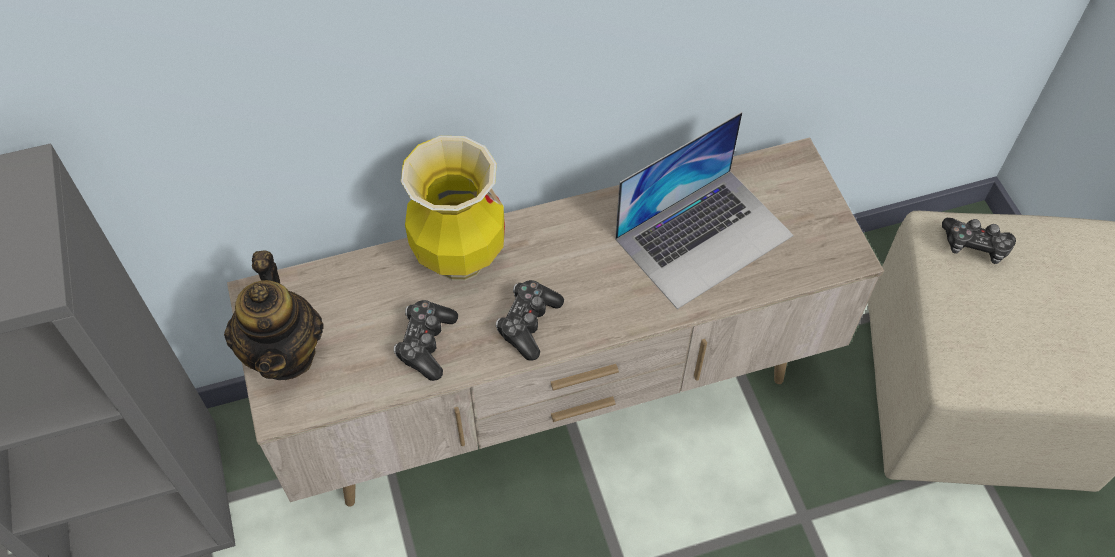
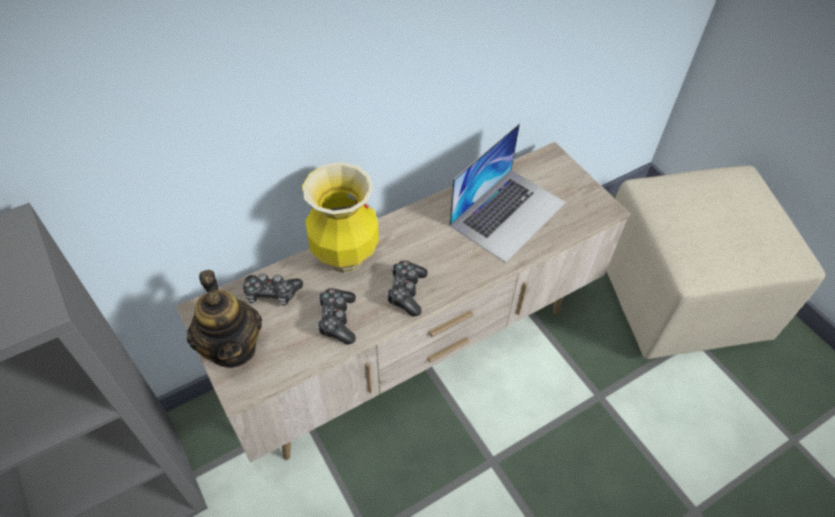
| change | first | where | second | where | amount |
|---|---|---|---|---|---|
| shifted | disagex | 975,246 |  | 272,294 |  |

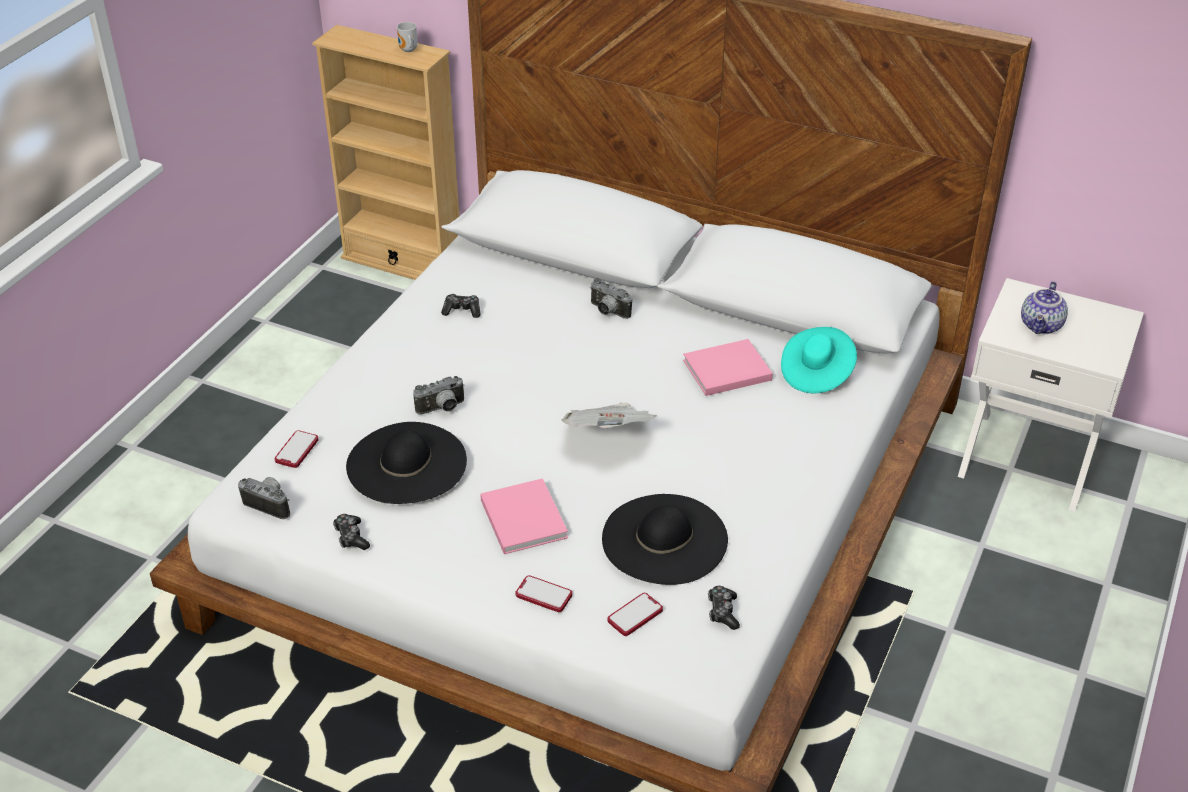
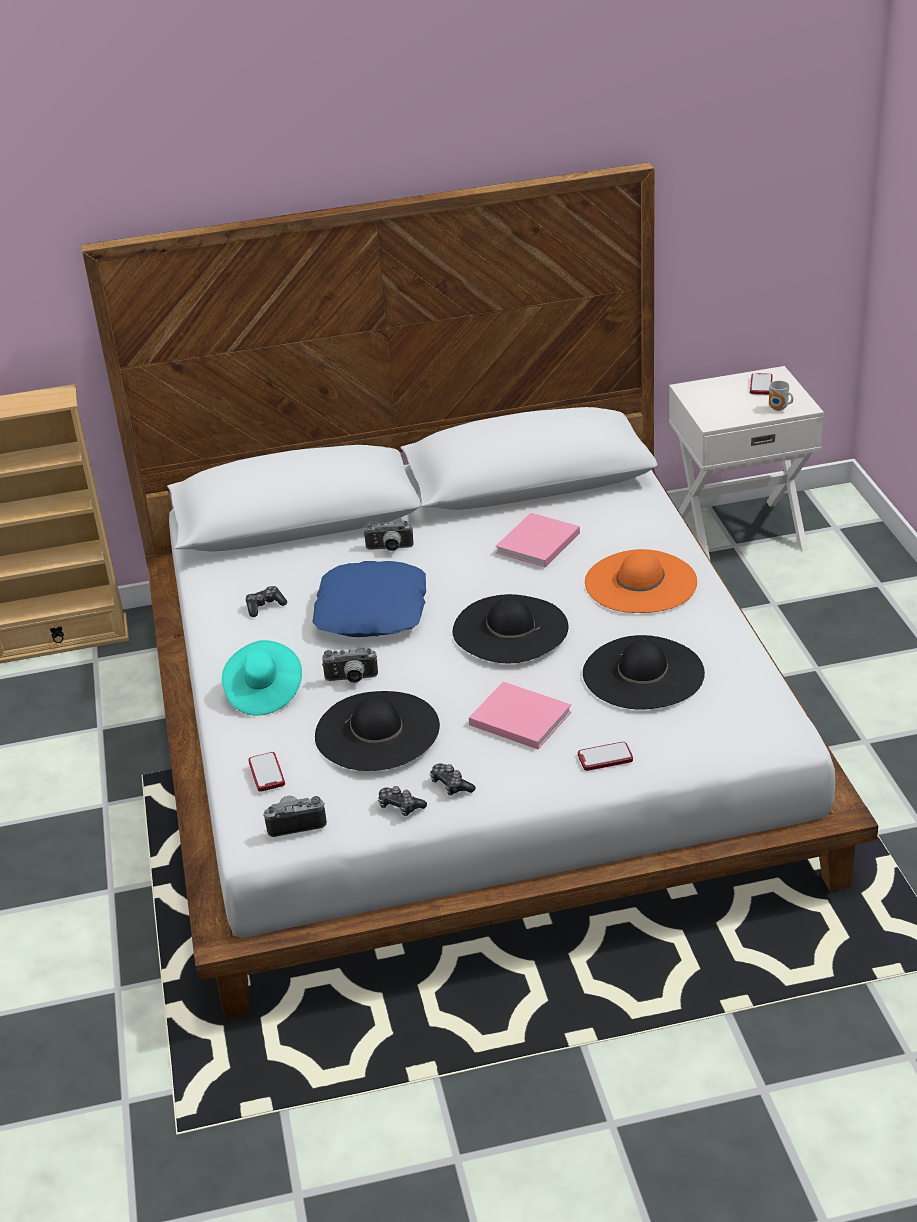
| change | first | where | second | where | amount |
|---|---|---|---|---|---|
| gone | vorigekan | 1042,326 |  |  |  |
| new |  |  | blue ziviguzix | 373,611 |  |
| new |  |  | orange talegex | 641,582 |  |
| shifted | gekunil | 408,50 |  | 779,409 |  |
| shifted | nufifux | 635,615 |  | 761,385 |  |
| shifted | disagex | 723,612 |  | 451,785 |  |
| shifted | turquoise talegex | 816,373 |  | 264,692 |  |
| swapped | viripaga | 609,435 | black talegex | 510,629 |  |
| rotated | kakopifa | 442,409 |  | 351,680 | 60 degrees clockwise |

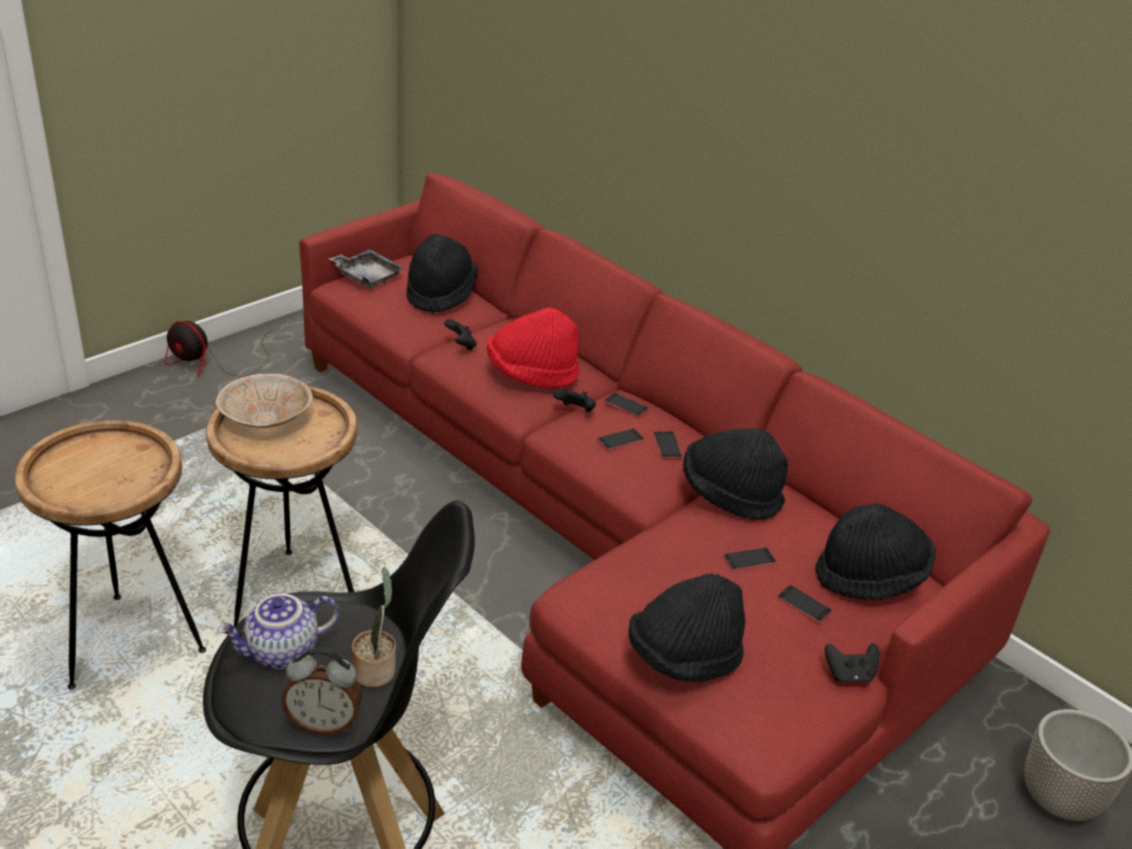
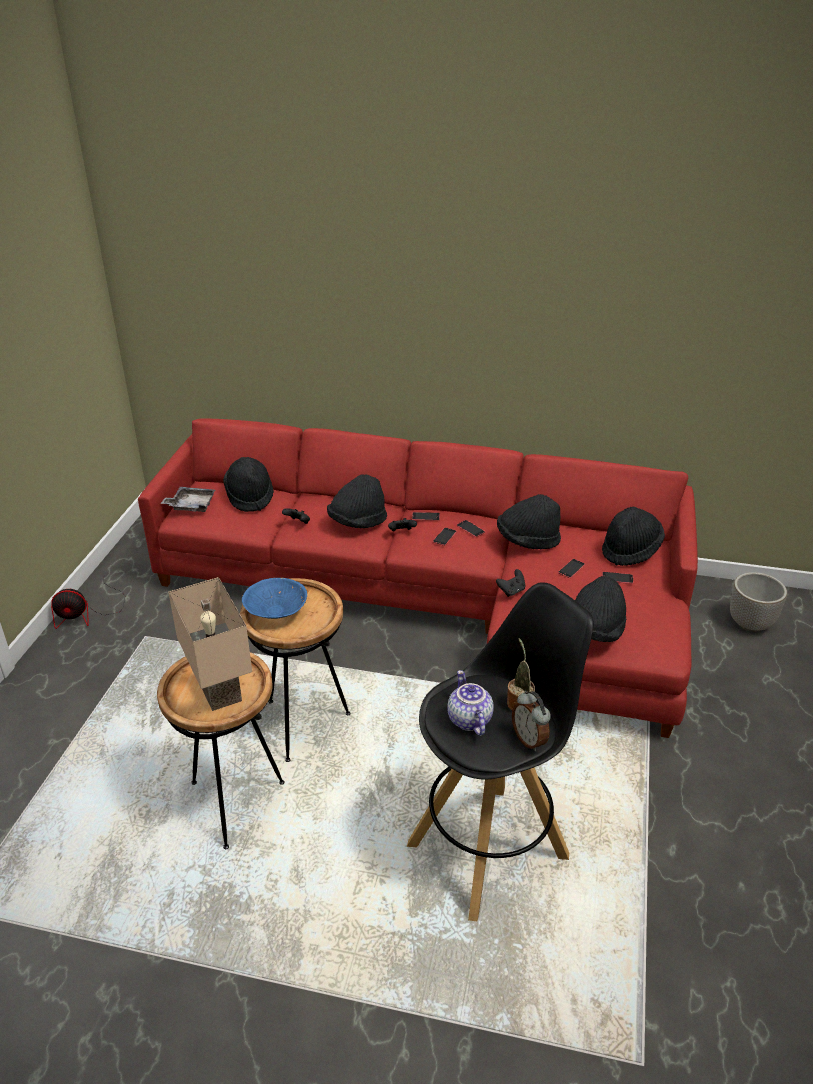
| change | first | where | second | where | amount |
|---|---|---|---|---|---|
| new |  |  | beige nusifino | 222,690 |  |
| shifted | black disagex | 849,675 |  | 511,591 |  |
| repainted | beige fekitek | 267,419 | blue fekitek | 276,611 |  |
| repainted | red talegex | 531,374 | black talegex | 357,522 |  |
| rotated | vorigekan | 282,653 |  | 468,719 | 135 degrees clockwise |
| rotated | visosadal | 324,723 |  | 529,740 | 90 degrees clockwise |

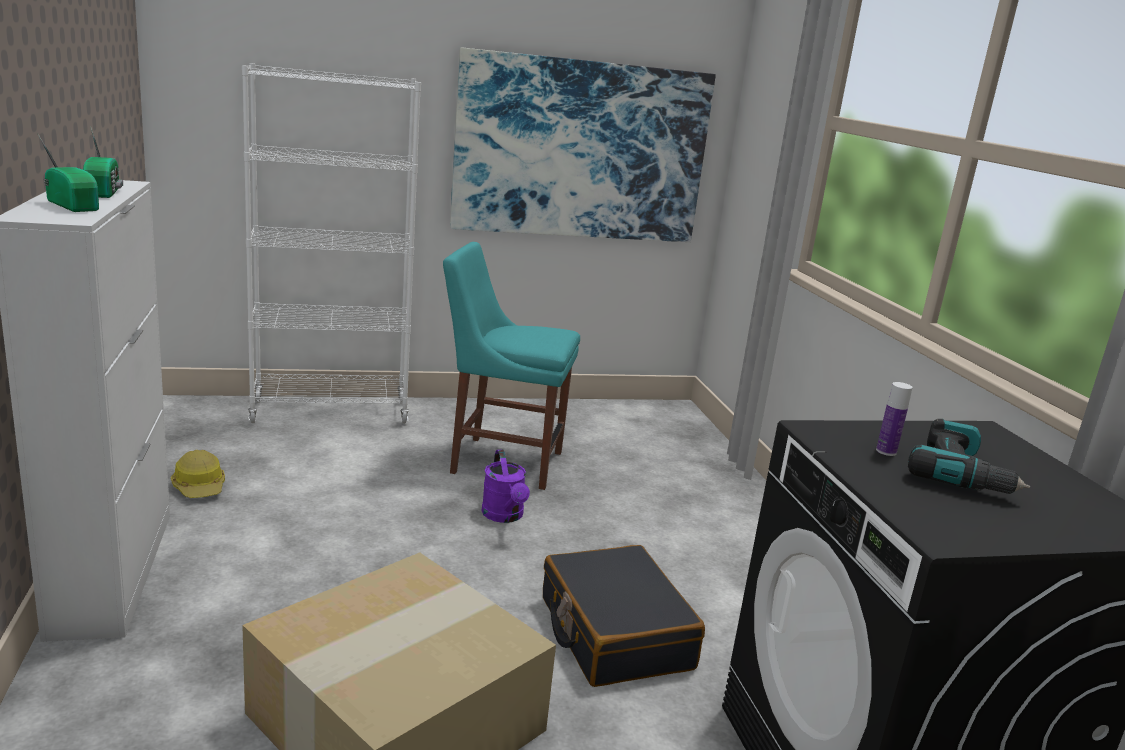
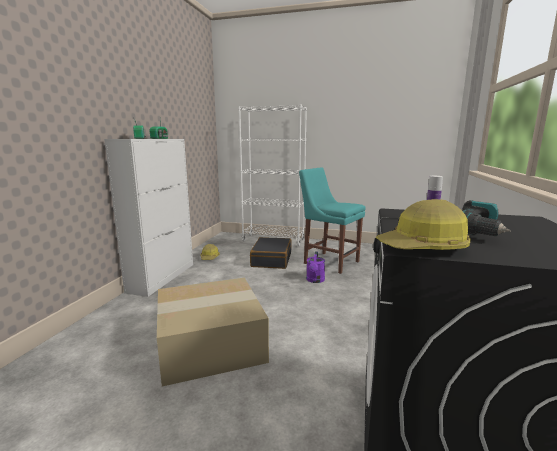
| change | first | where | second | where | amount |
|---|---|---|---|---|---|
| gone | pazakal | 581,150 |  |  |  |
| new |  |  | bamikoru | 423,248 |  |
| shifted | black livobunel | 614,633 |  | 271,259 |  |

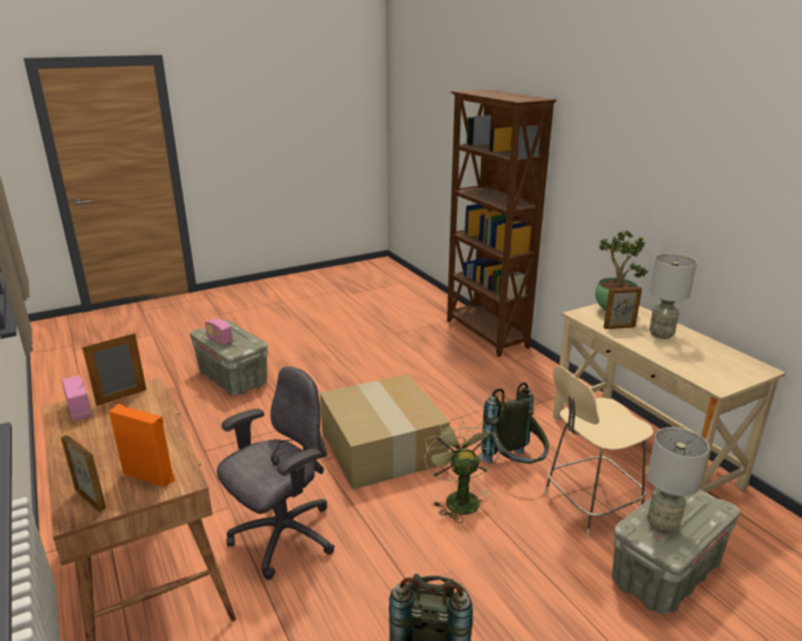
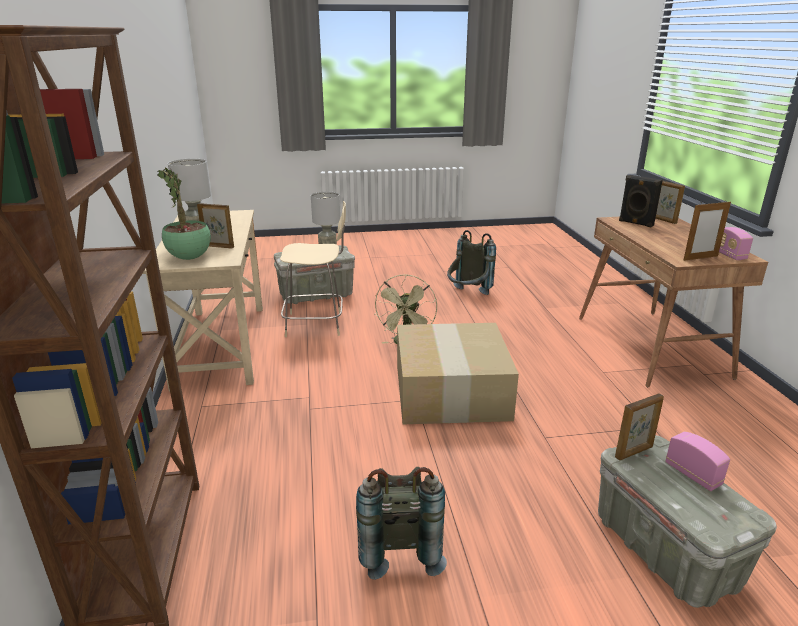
| change | first | where | second | where | amount |
|---|---|---|---|---|---|
| gone | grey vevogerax | 282,537 |  |  |  |
| new |  |  | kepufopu | 634,452 |  |
| shifted | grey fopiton | 515,467 |  | 398,547 |  |
| repainted | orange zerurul | 150,475 | black zerurul | 635,223 |  |

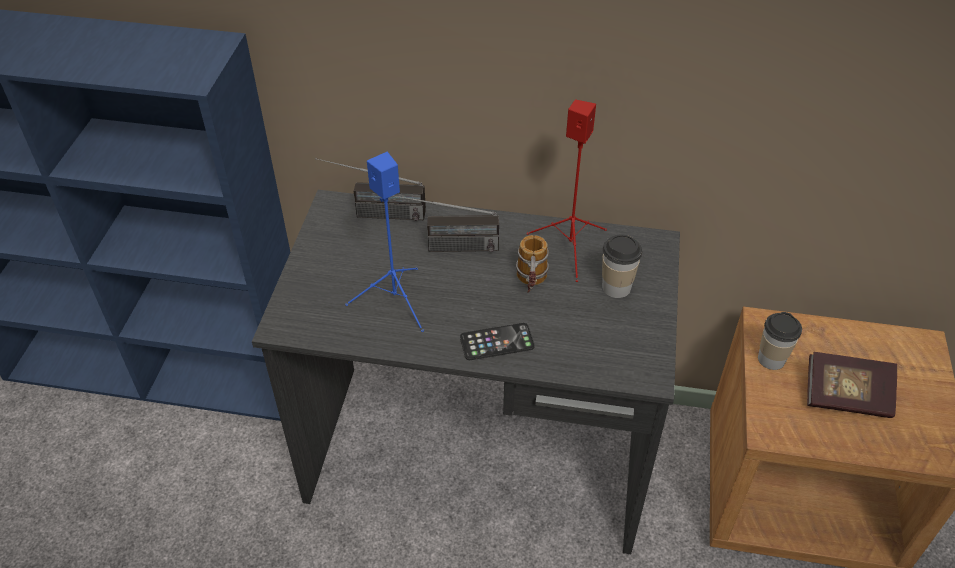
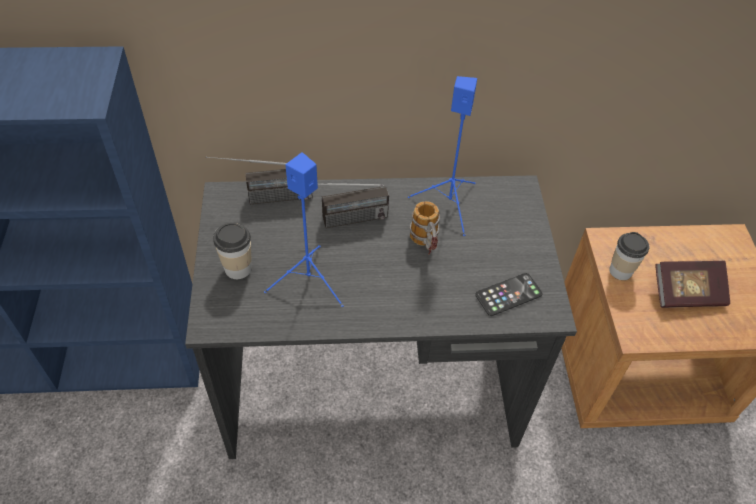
| change | first | where | second | where | amount |
|---|---|---|---|---|---|
| shifted | nufifux | 497,342 |  | 508,295 |  |
| shifted | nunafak | 616,287 |  | 238,268 |  |
| repainted | red zerurul | 570,247 | blue zerurul | 449,204 |  |

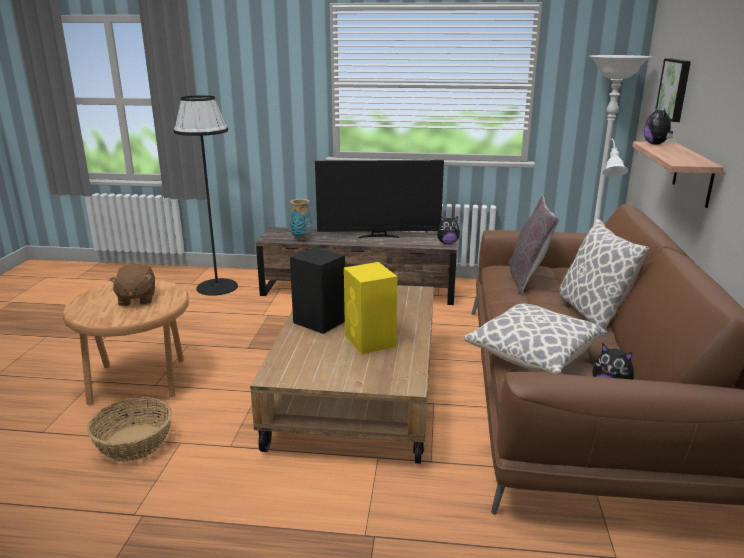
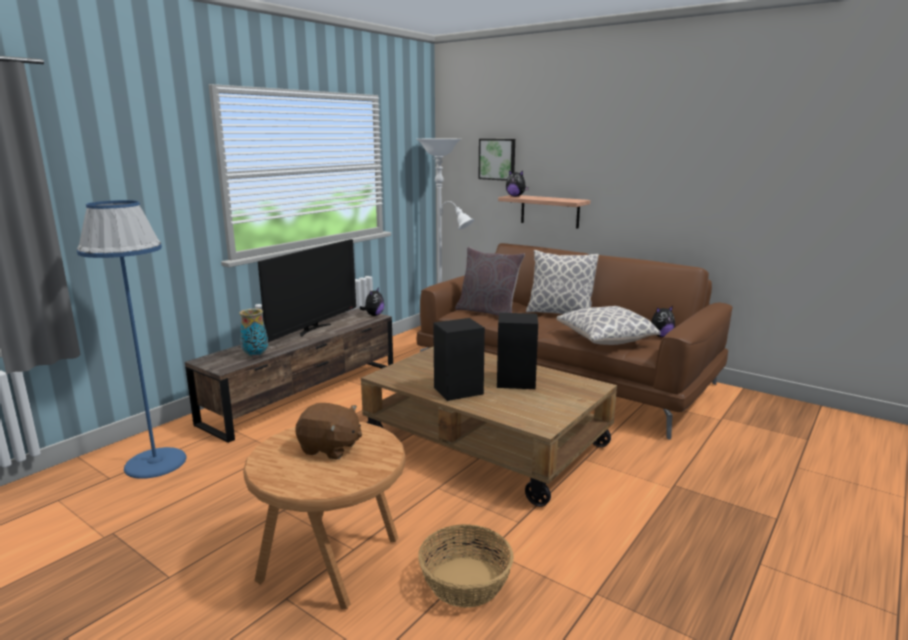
| change | first | where | second | where | amount |
|---|---|---|---|---|---|
| repainted | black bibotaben | 217,287 | blue bibotaben | 155,462 |  |
| repainted | yellow zerurul | 370,341 | black zerurul | 517,381 |  |

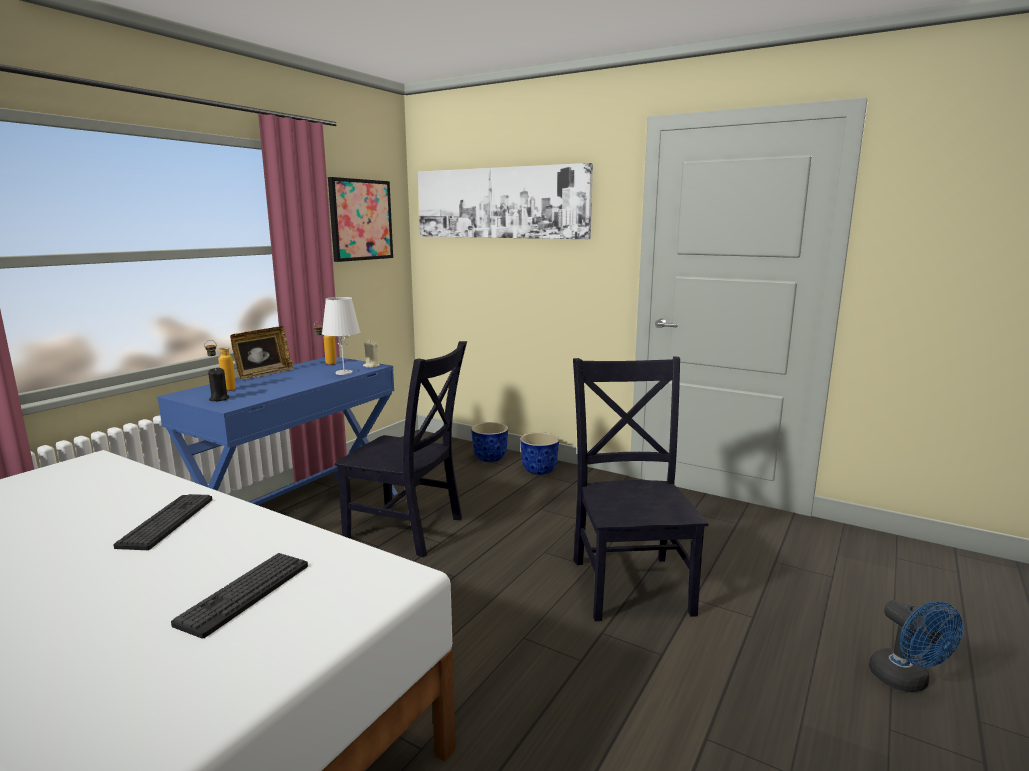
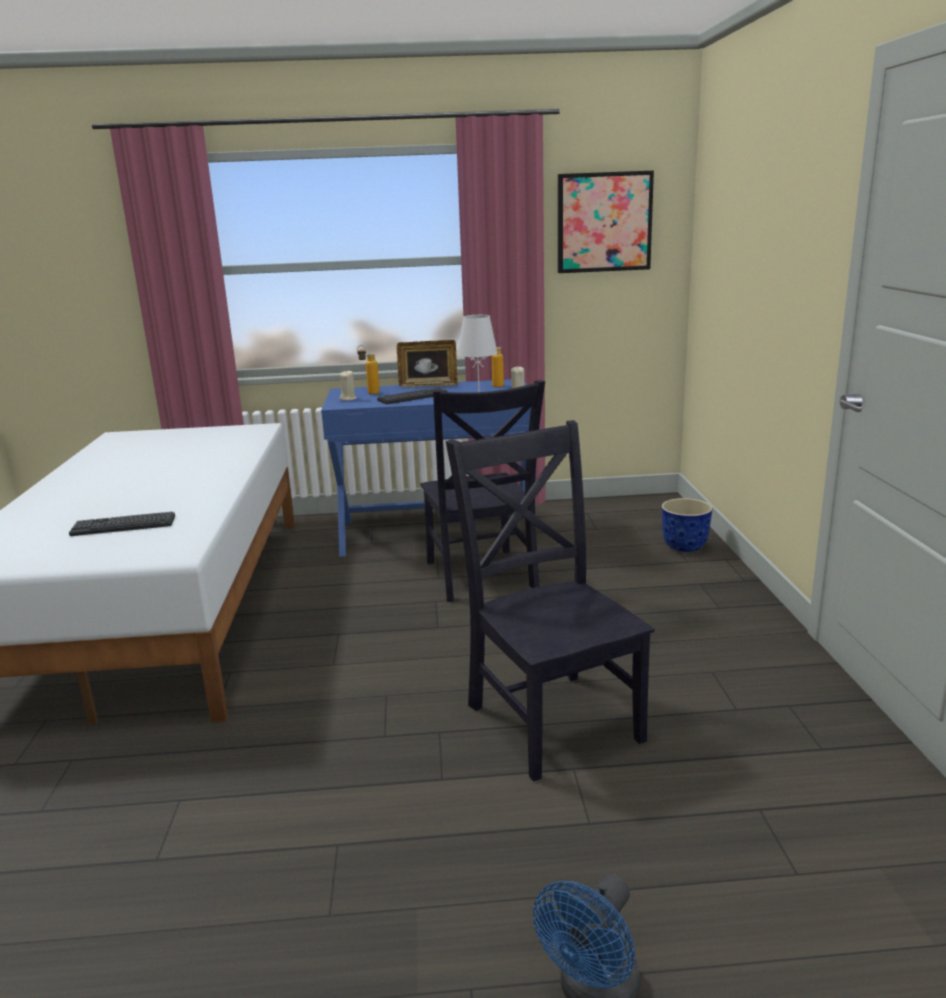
| change | first | where | second | where | amount |
|---|---|---|---|---|---|
| gone | pazakal | 499,203 |  |  |  |
| gone | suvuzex | 539,470 |  |  |  |
| shifted | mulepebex | 167,522 |  | 413,397 |  |
| repainted | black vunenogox | 219,399 | beige vunenogox | 348,399 |  |
| rotated | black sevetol | 630,582 |  | 551,718 | 75 degrees counterclockwise |

